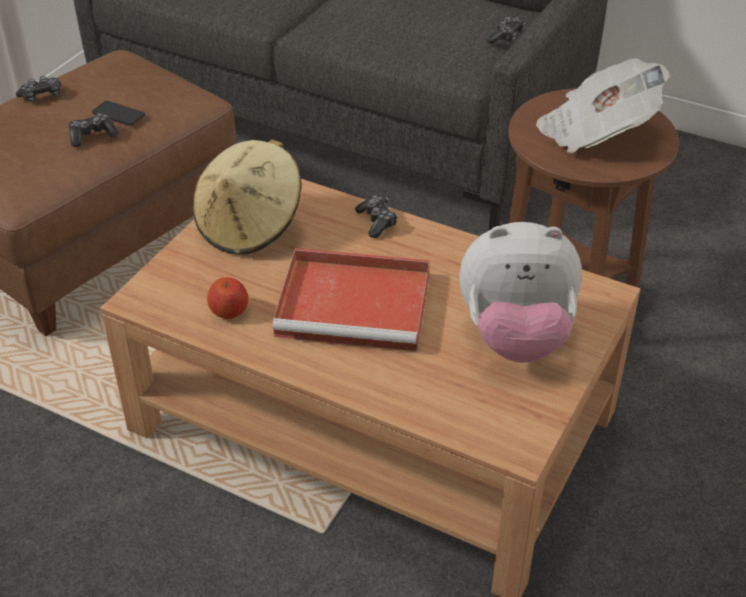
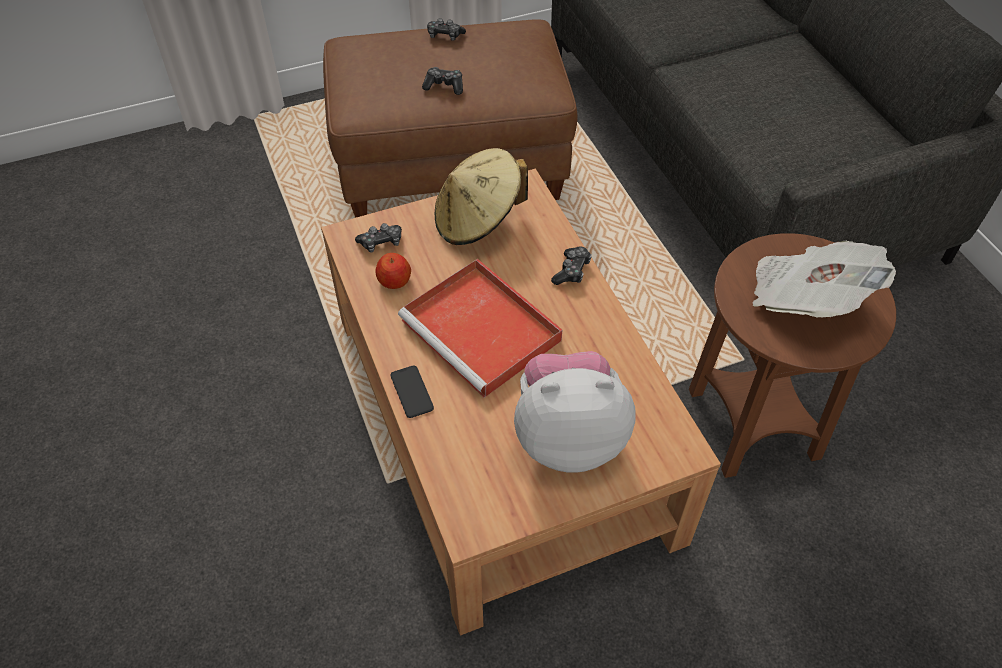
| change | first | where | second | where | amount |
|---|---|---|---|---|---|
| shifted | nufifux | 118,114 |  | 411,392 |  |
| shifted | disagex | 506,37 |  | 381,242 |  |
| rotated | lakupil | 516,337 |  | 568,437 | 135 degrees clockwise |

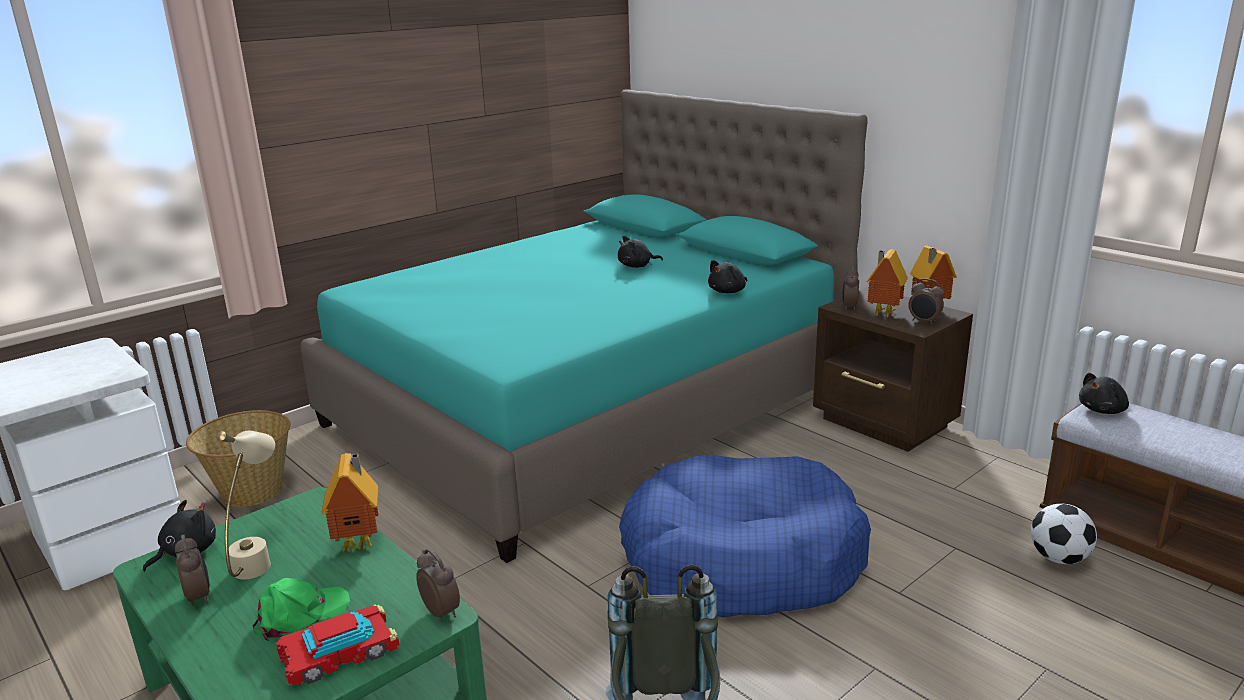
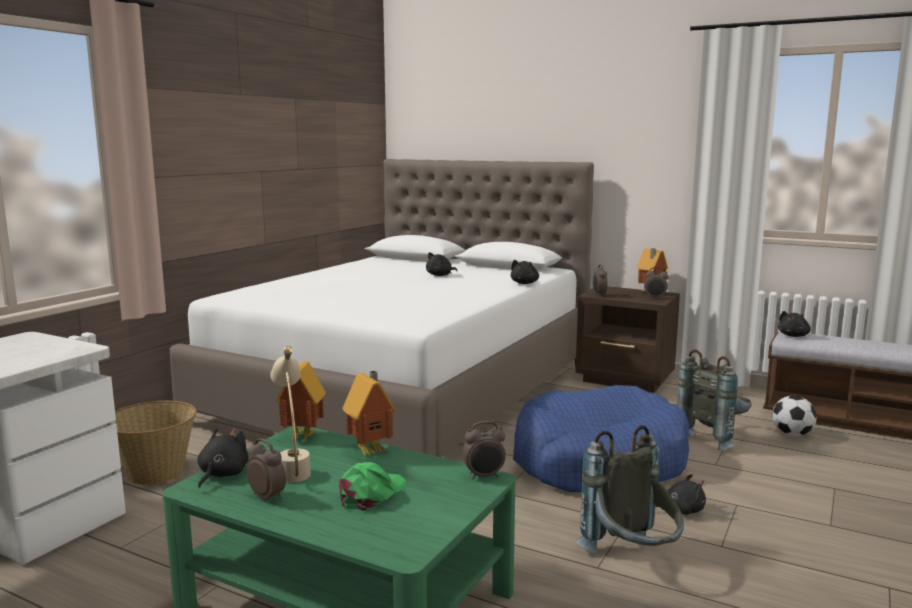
| change | first | where | second | where | amount |
|---|---|---|---|---|---|
| gone | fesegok | 339,653 |  |  |  |
| new |  |  | black lakupil | 681,510 |  |
| new |  |  | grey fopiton | 714,437 |  |
| shifted | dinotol | 882,313 |  | 300,437 |  |
| repainted | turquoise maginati | 588,407 | white maginati | 405,391 |  |
| rotated | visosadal | 441,611 |  | 484,476 | 135 degrees clockwise |

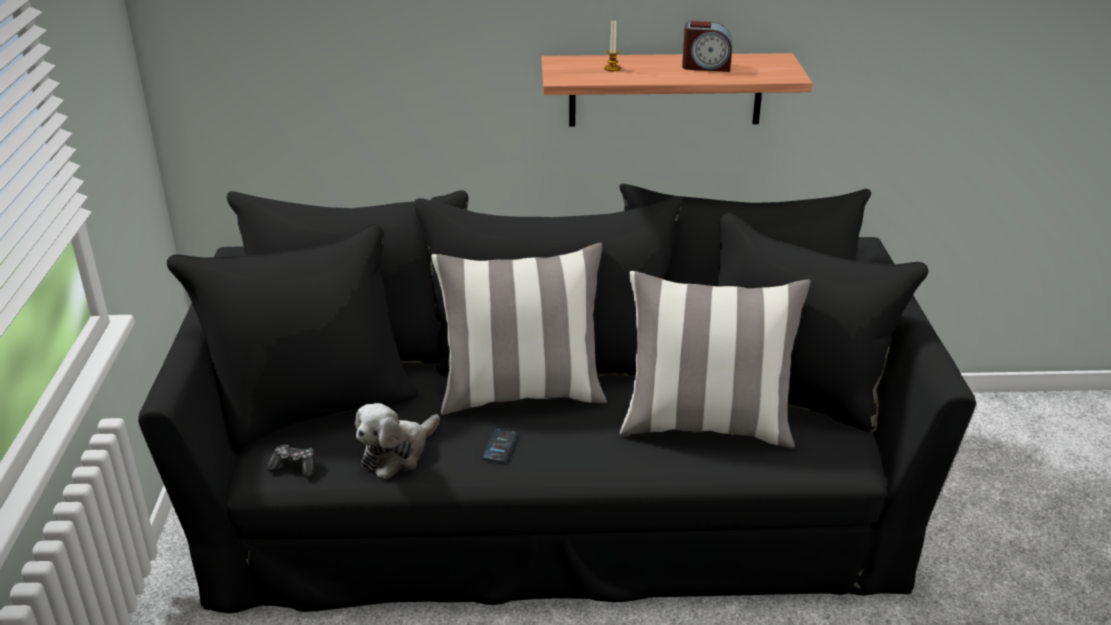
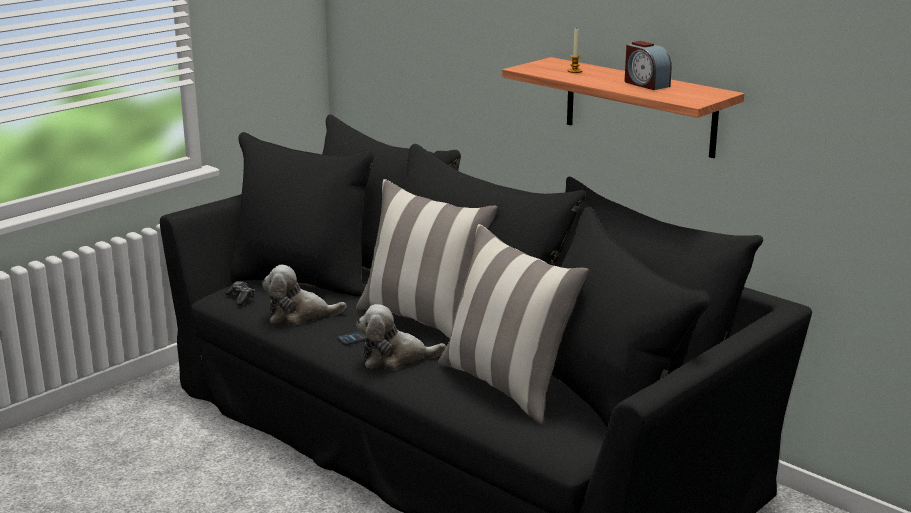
| change | first | where | second | where | amount |
|---|---|---|---|---|---|
| new |  |  | lakupil | 395,358 |  |

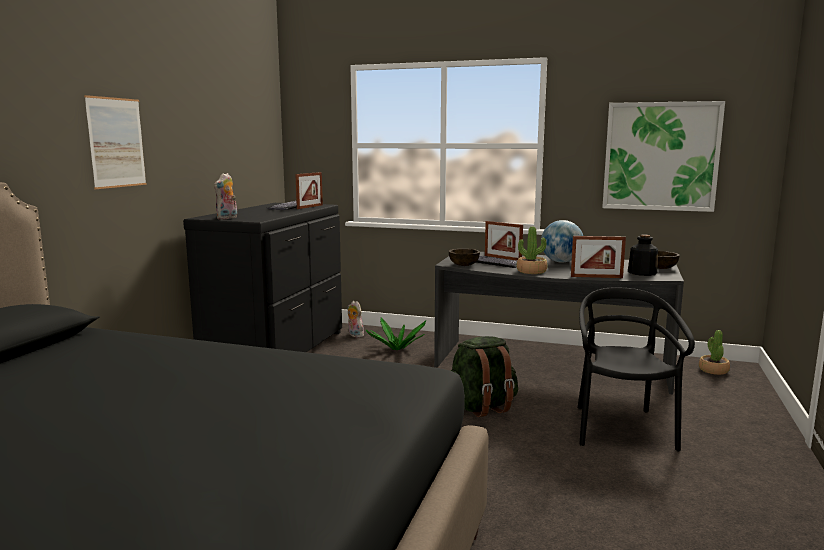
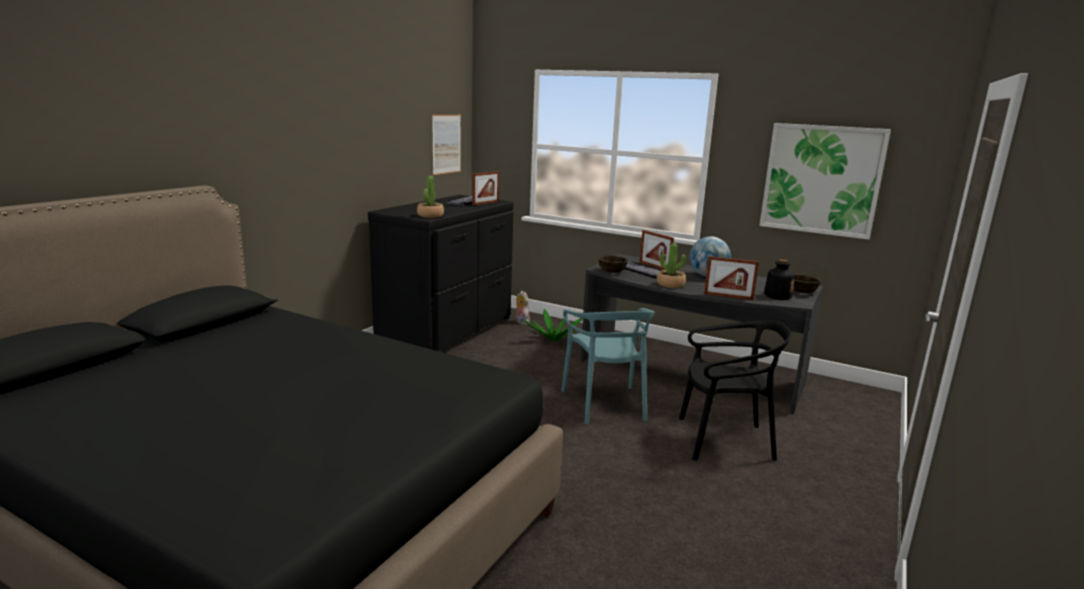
| change | first | where | second | where | amount |
|---|---|---|---|---|---|
| gone | lakupil | 227,218 |  |  |  |
| shifted | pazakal | 116,142 |  | 446,144 |  |
| shifted | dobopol | 713,370 |  | 430,215 |  |
| swapped | green fopiton | 481,407 | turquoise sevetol | 605,404 |  |
| rotated | black sevetol | 621,428 |  | 724,440 | 75 degrees clockwise |

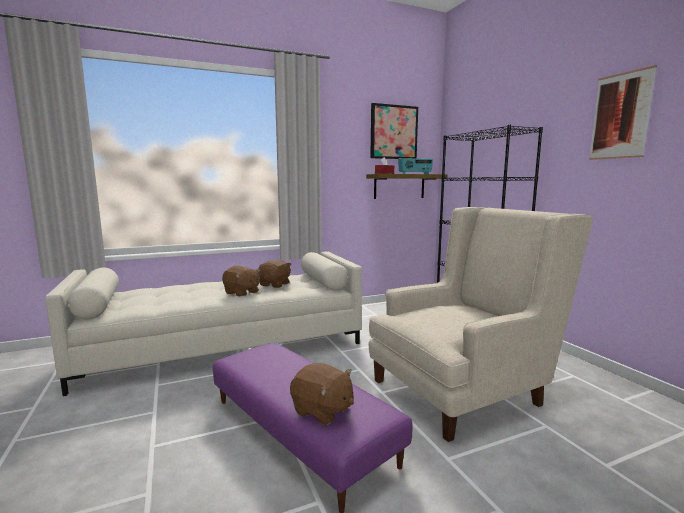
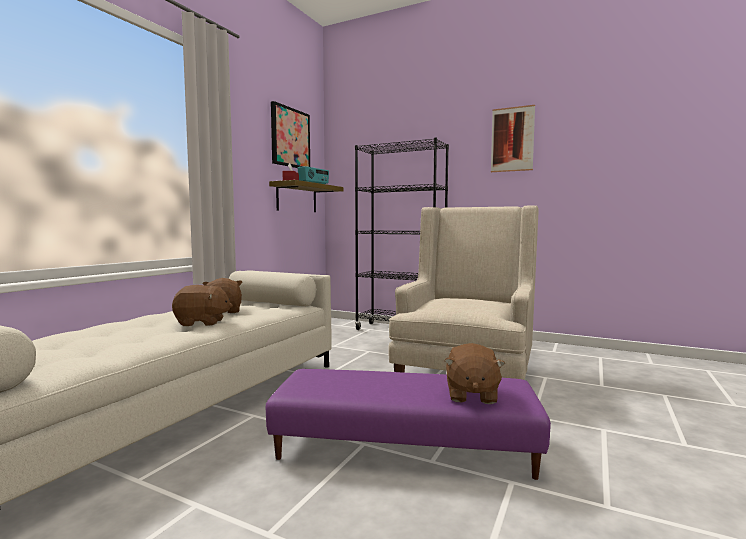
| change | first | where | second | where | amount |
|---|---|---|---|---|---|
| rotated | brown lakupil | 322,410 |  | 471,395 | 105 degrees clockwise |

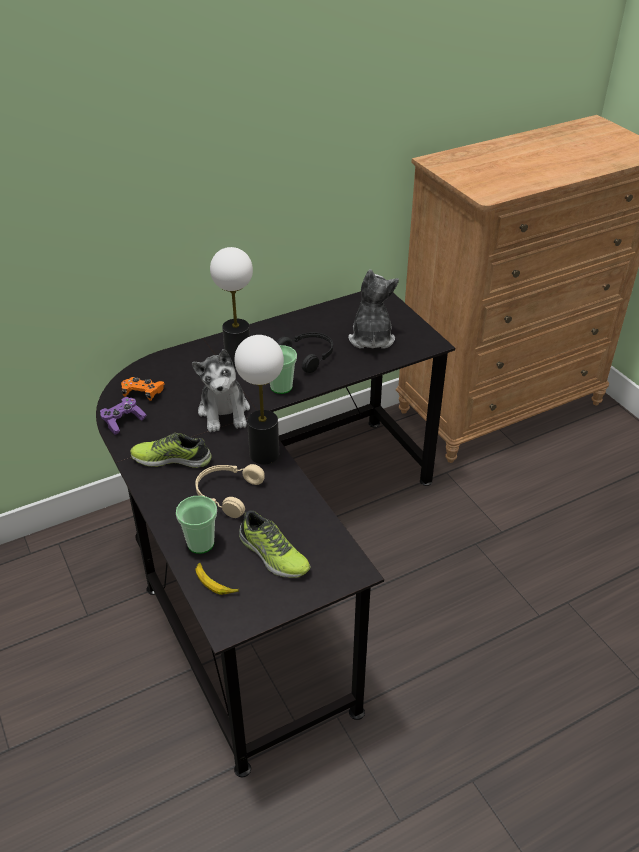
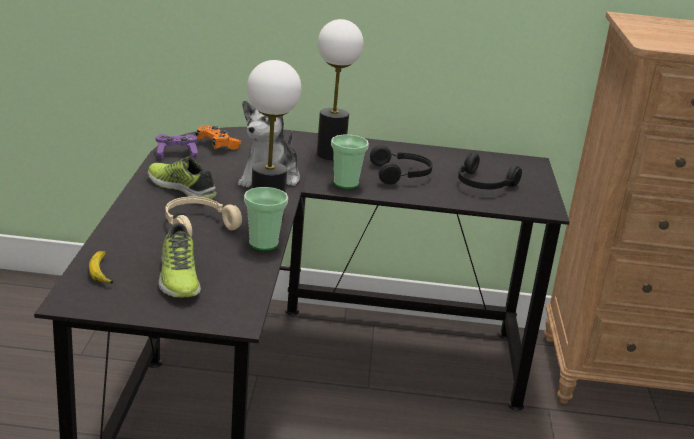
| change | first | where | second | where | amount |
|---|---|---|---|---|---|
| shifted | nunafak | 200,543 |  | 263,243 |  |
| swapped | lakupil | 371,338 | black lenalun | 483,185 |  |

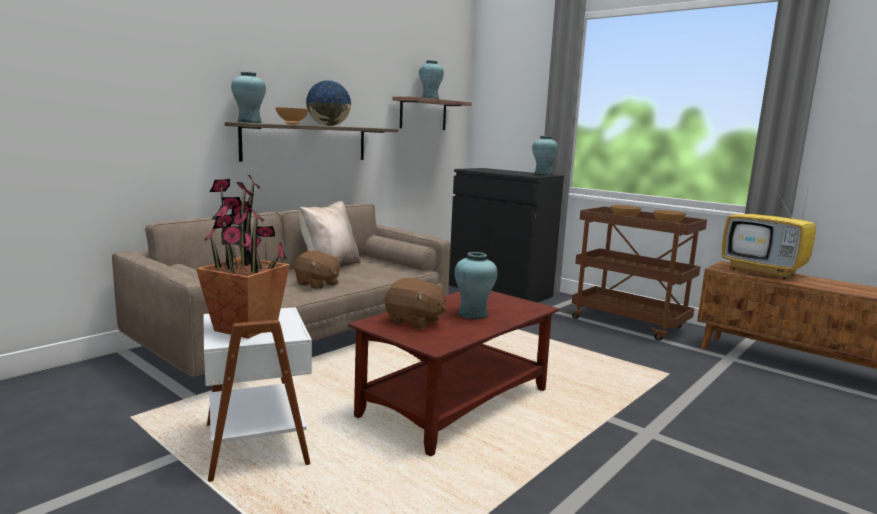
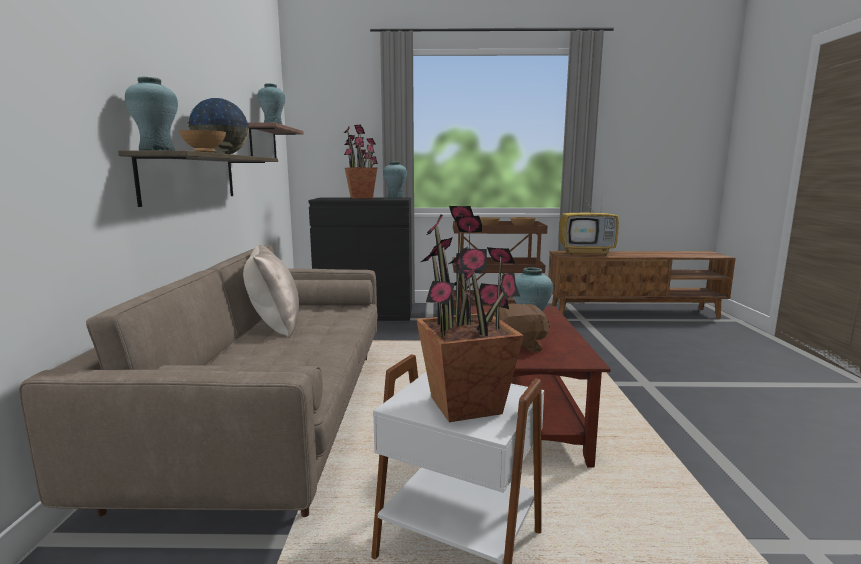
| change | first | where | second | where | amount |
|---|---|---|---|---|---|
| gone | brown lakupil | 317,284 |  |  |  |
| new |  |  | dobopol | 361,198 |  |

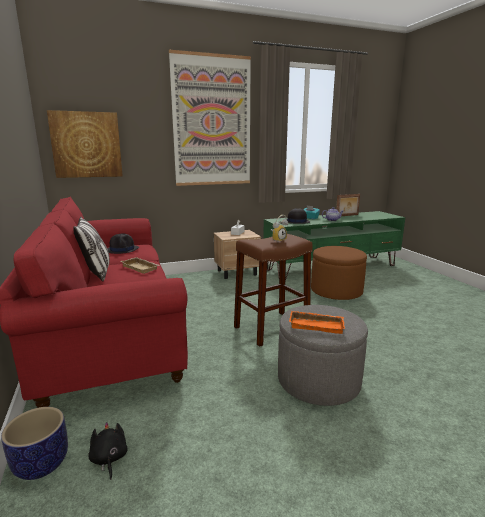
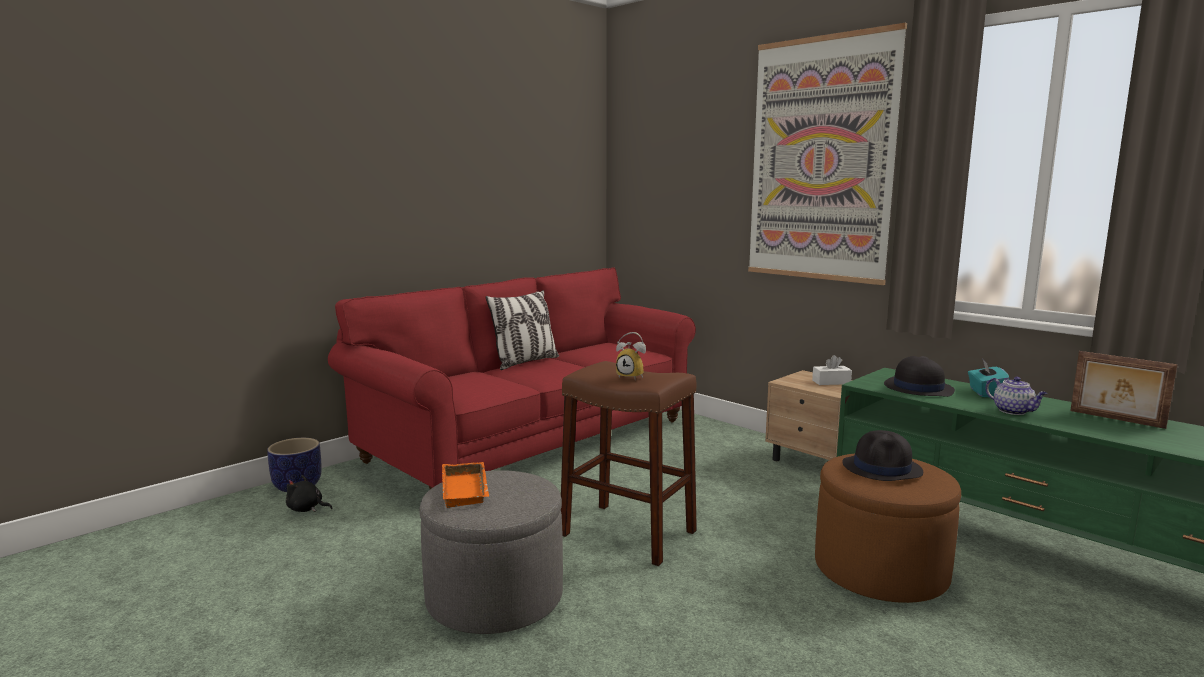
| change | first | where | second | where | amount |
|---|---|---|---|---|---|
| gone | pazakal | 86,145 |  |  |  |
| gone | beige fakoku | 141,267 |  |  |  |
| shifted | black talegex | 122,250 |  | 882,469 |  |
| rotated | black lakupil | 109,459 |  | 307,509 | 120 degrees counterclockwise |

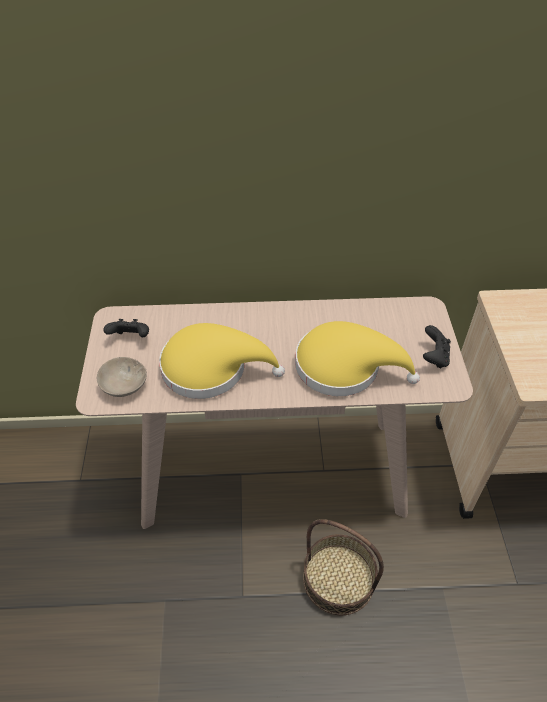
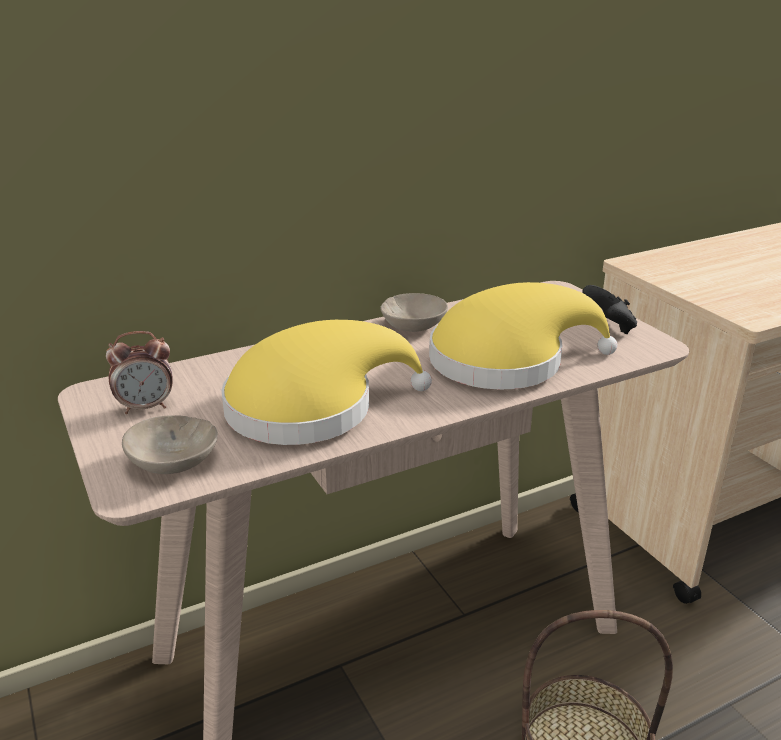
| change | first | where | second | where | amount |
|---|---|---|---|---|---|
| new |  |  | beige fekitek | 415,326 |  |
| swapped | black disagex | 131,338 | visosadal | 146,407 |  |

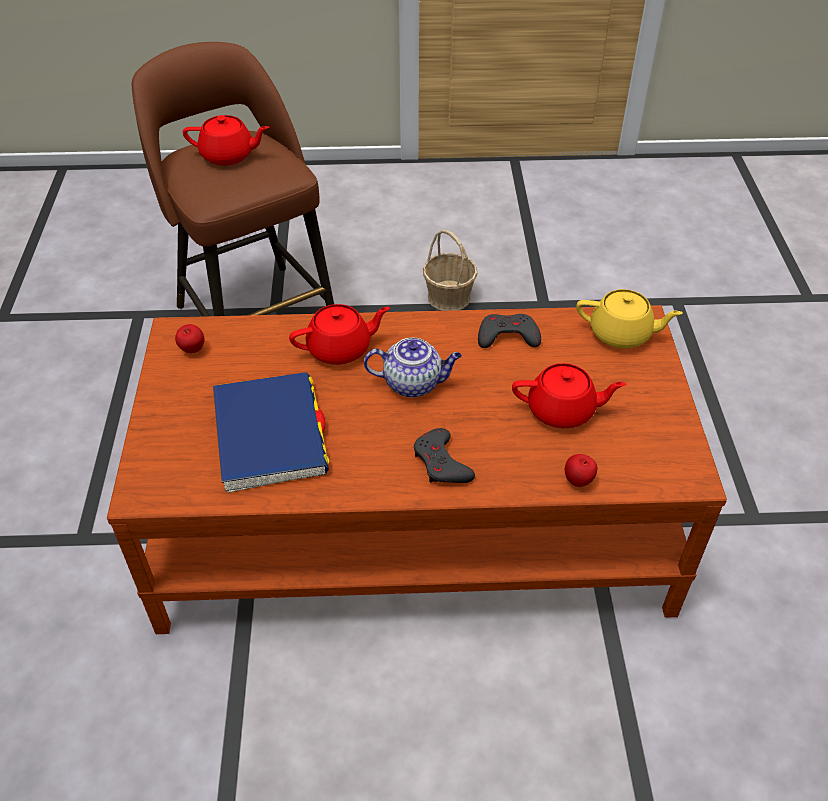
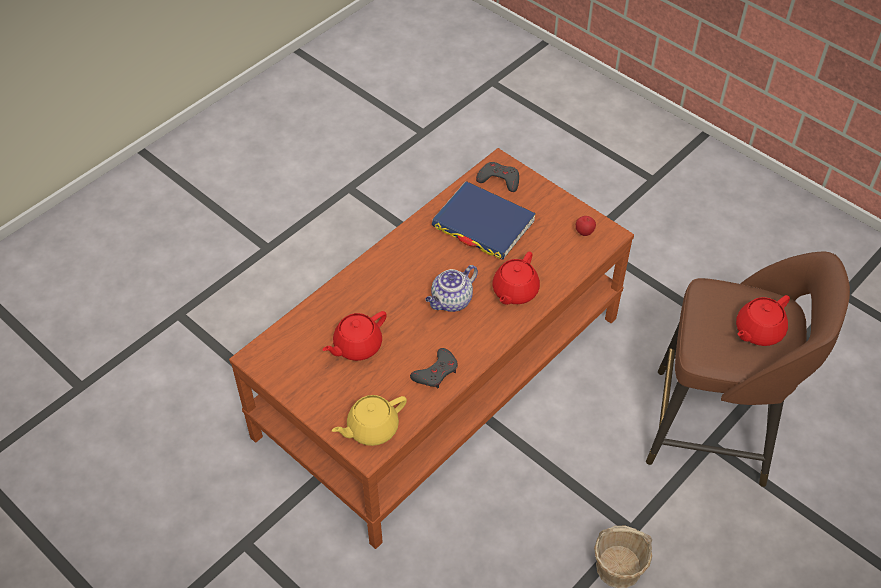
| change | first | where | second | where | amount |
|---|---|---|---|---|---|
| gone | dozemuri | 578,481 |  |  |  |
| shifted | grey disagex | 441,463 |  | 499,179 |  |

